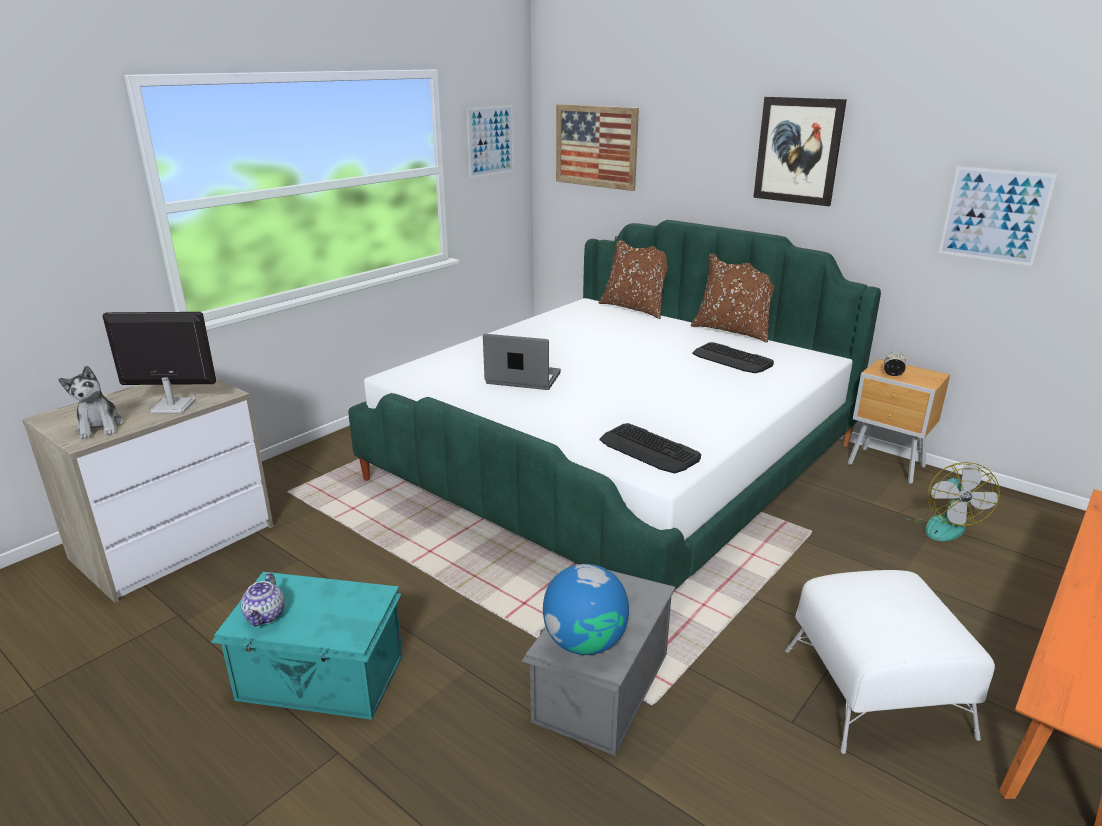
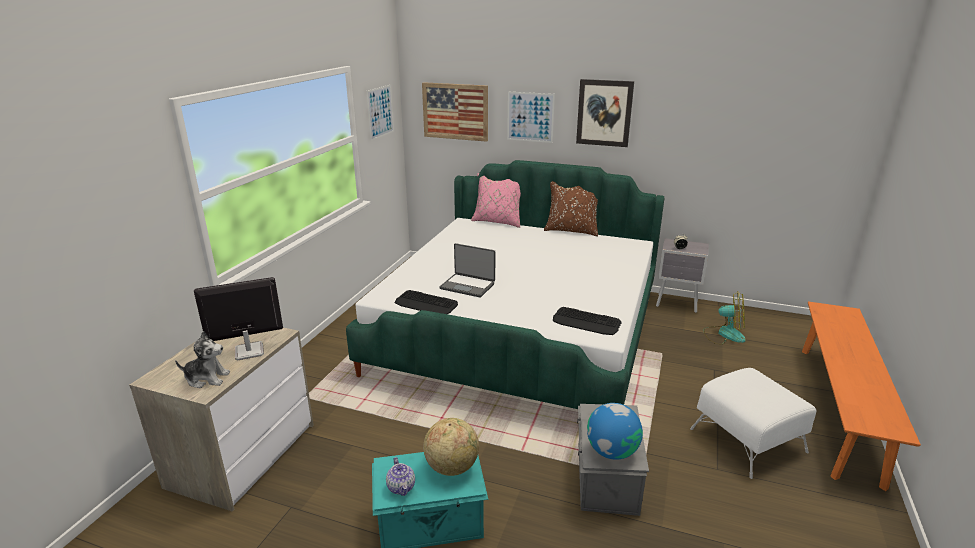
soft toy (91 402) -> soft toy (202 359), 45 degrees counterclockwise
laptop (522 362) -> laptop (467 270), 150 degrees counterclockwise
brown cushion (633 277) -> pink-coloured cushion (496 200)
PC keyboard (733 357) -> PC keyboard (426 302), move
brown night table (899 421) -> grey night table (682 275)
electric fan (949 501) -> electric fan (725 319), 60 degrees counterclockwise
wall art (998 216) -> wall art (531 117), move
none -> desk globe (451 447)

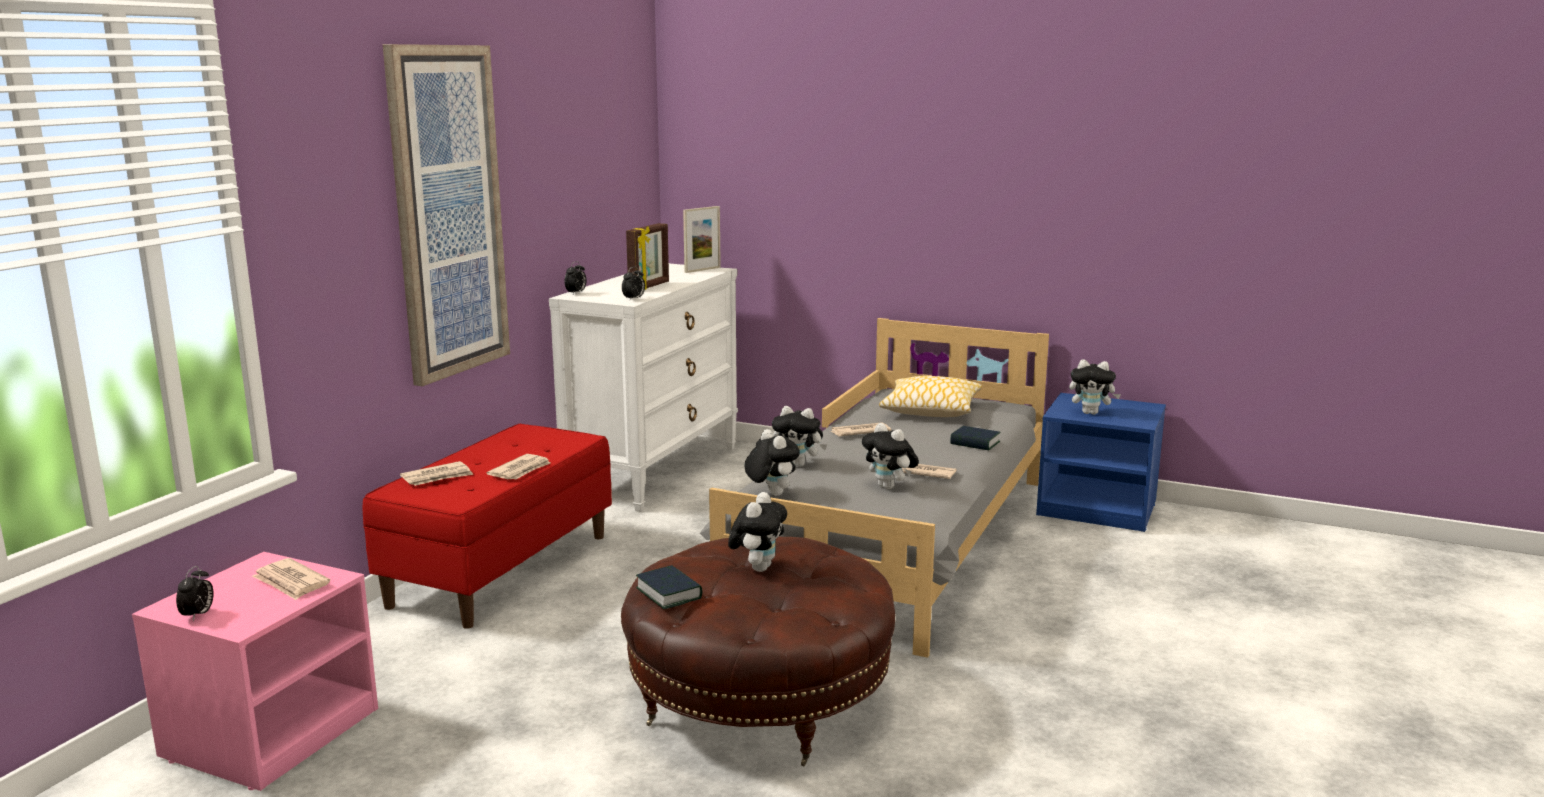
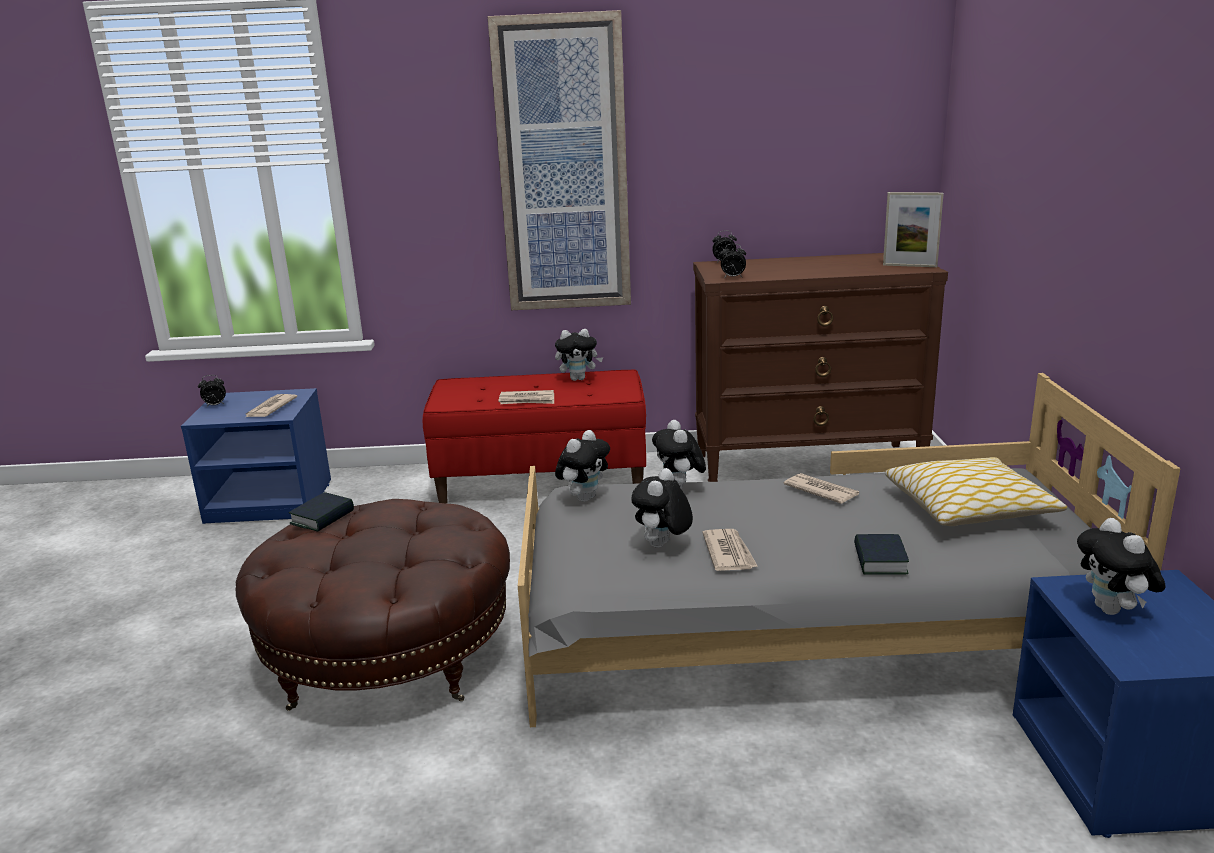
pink-coloured night table (255 671) -> blue-coloured night table (256 456)
daily paper (437 473) -> none
white dresser (643 387) -> brown dresser (820 367)
photo frame (647 256) -> none
soft toy (757 532) -> soft toy (579 355), move

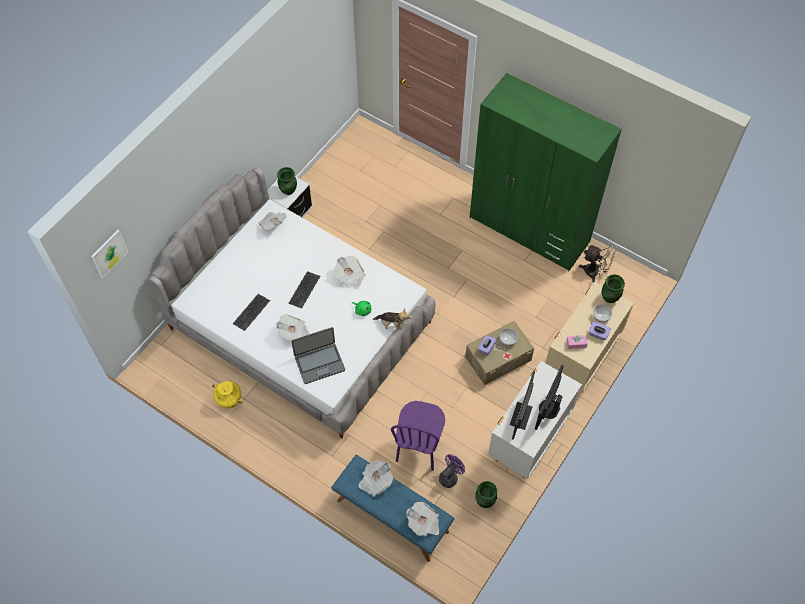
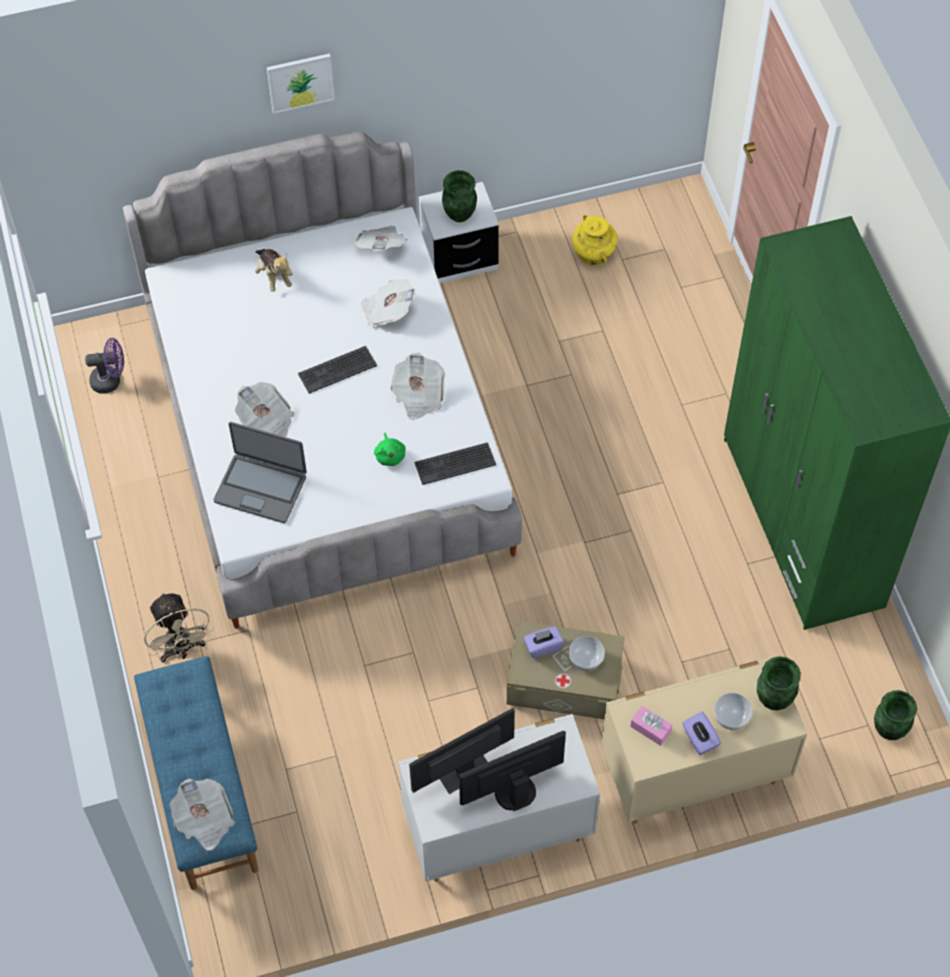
wall art (110 254) -> wall art (301 83), move
yellow-coloured vase (227 395) -> yellow-coloured vase (595 240), move
PC keyboard (251 312) -> PC keyboard (455 463), move
daily paper (375 478) -> daily paper (388 302), move
soft toy (392 320) -> soft toy (273 270), move
purple upright chair (418 436) -> none
purple electric fan (452 471) -> purple electric fan (104 365), move
green-coloured vase (486 494) -> green-coloured vase (895 715), move
sand-coloured electric fan (598 262) -> sand-coloured electric fan (179 627), move

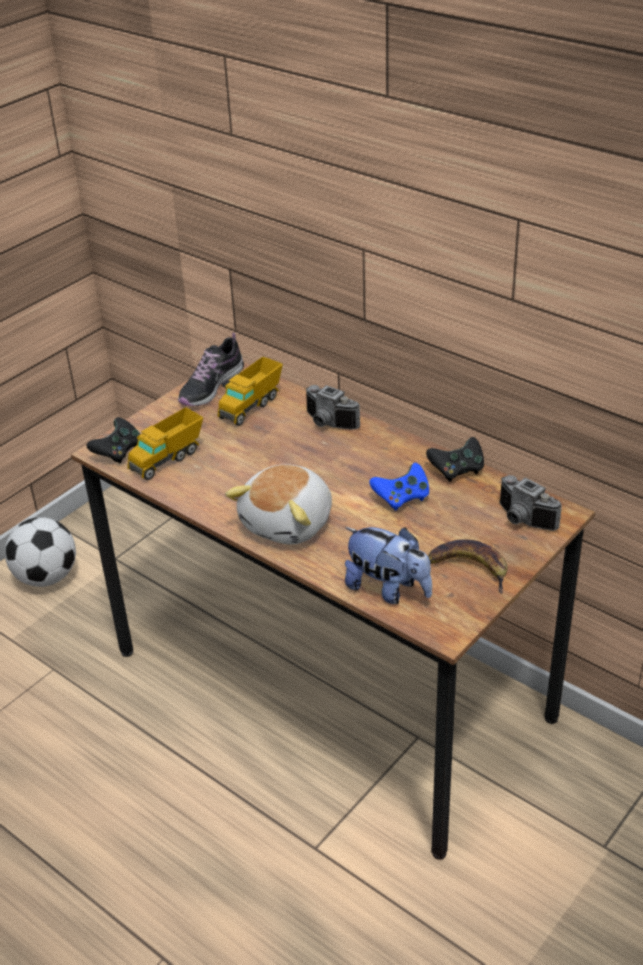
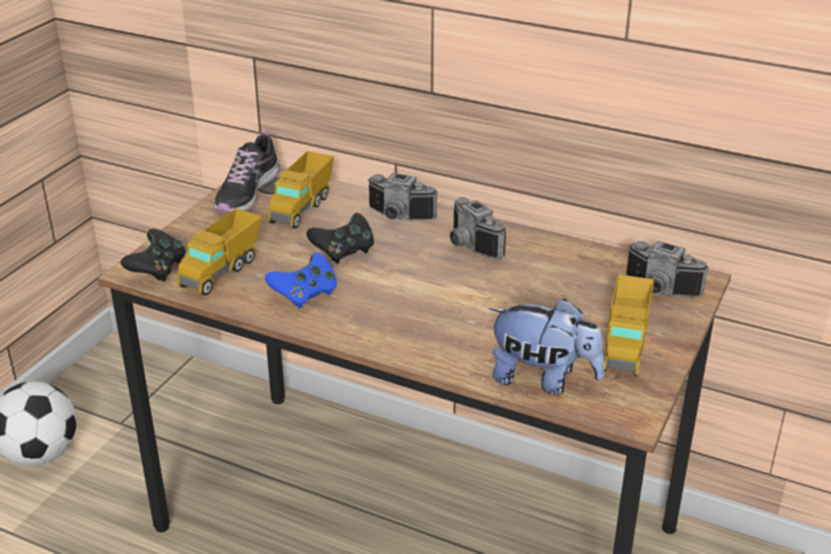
soft toy (278 504) -> none
blue-coloured joypad (399 487) -> blue-coloured joypad (301 280), move
black joypad (455 459) -> black joypad (340 238), move
banana (468 566) -> toy truck (629 325)
none -> photo camera (478 228)

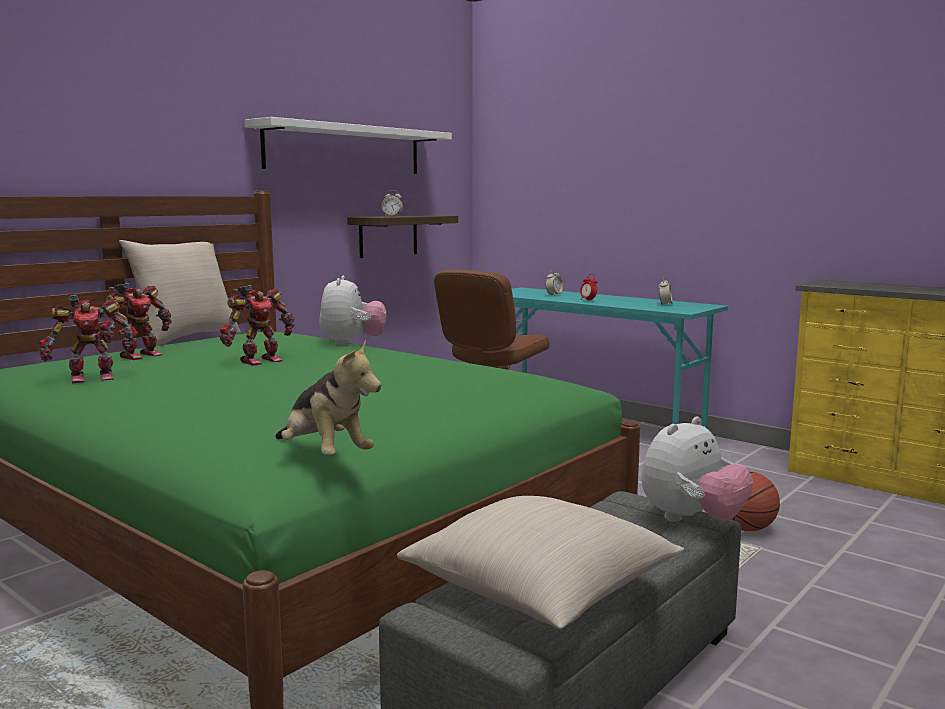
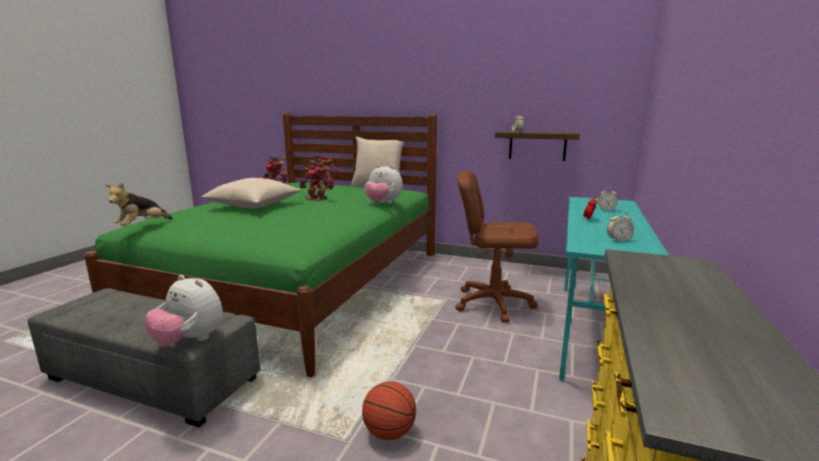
white shelf (348 145) -> none
soft toy (352 311) -> soft toy (383 184), 45 degrees clockwise
sand-coloured cushion (540 562) -> sand-coloured cushion (251 193), move

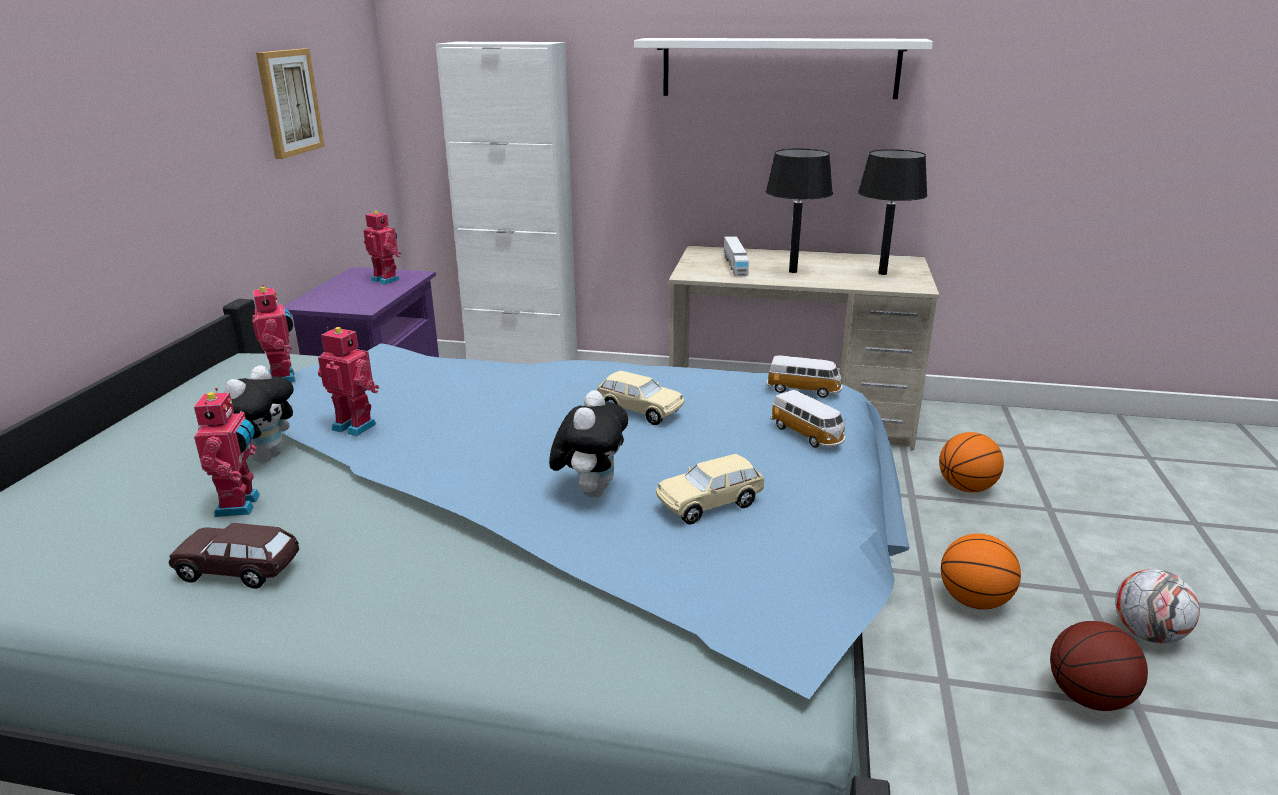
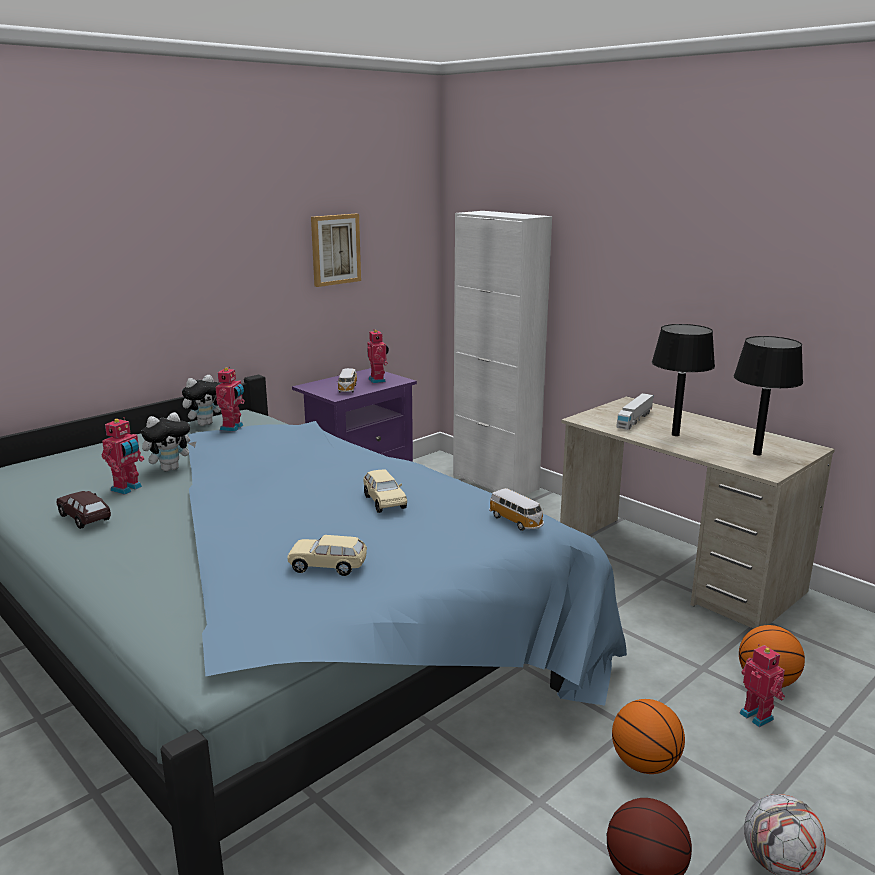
toy robot (348 381) -> toy robot (762 685), move
soft toy (588 444) -> soft toy (201 400), move
white shelf (783 68) -> none
model car (808 419) -> model car (347 380), move

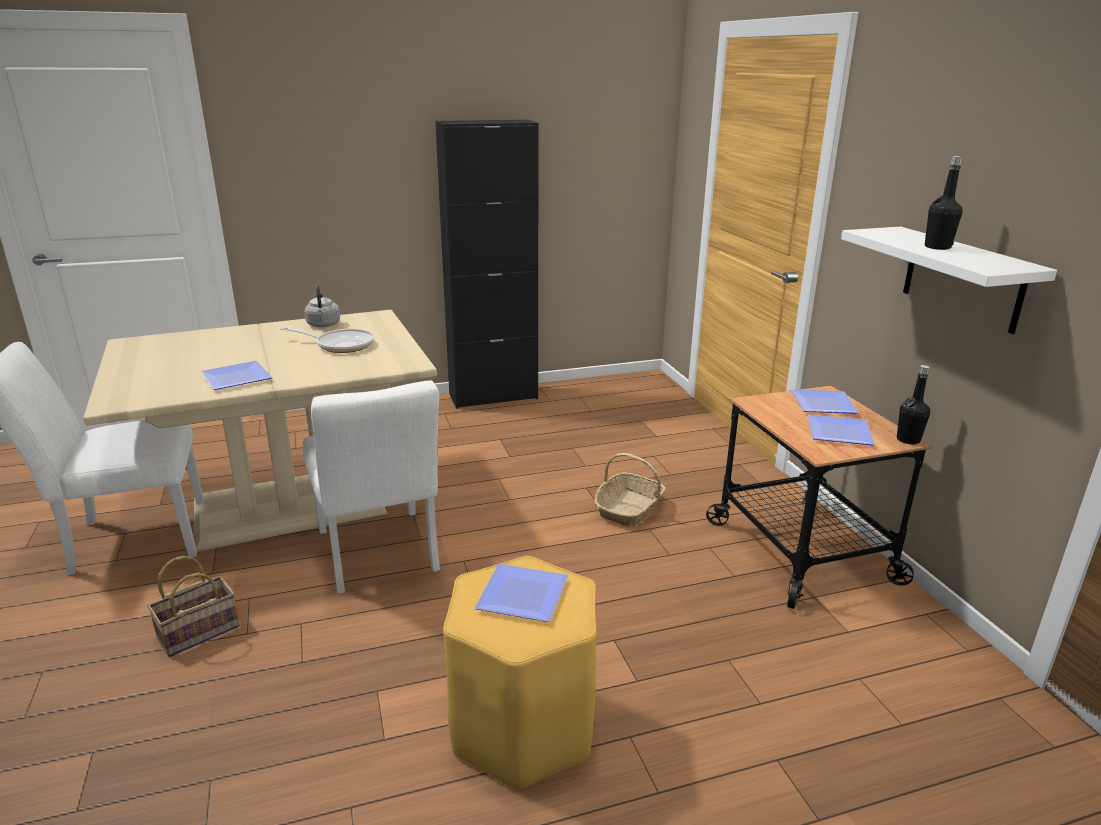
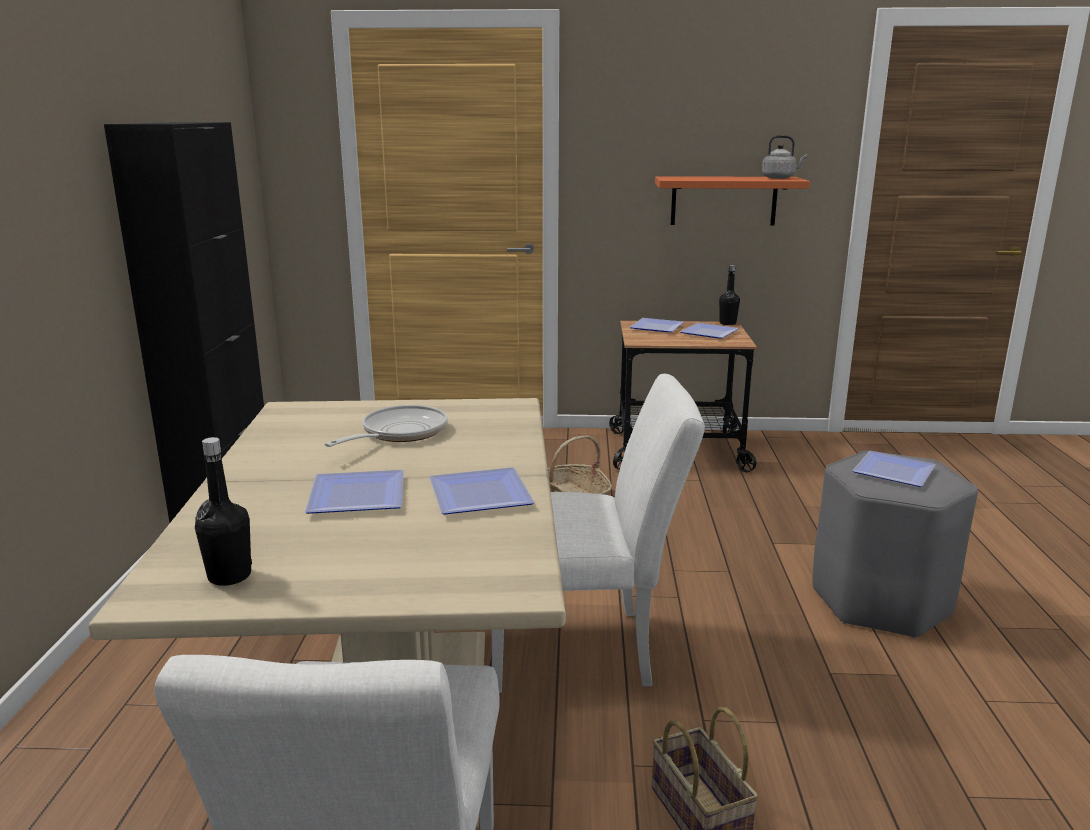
grey kettle (322 305) -> grey kettle (784 157), move
yellow-coloured stool (520 673) -> grey stool (895 544)
white shelf (949 280) -> orange shelf (732 201)
black drink bottle (944 203) -> black drink bottle (223 511), move
none -> plate (354 492)

